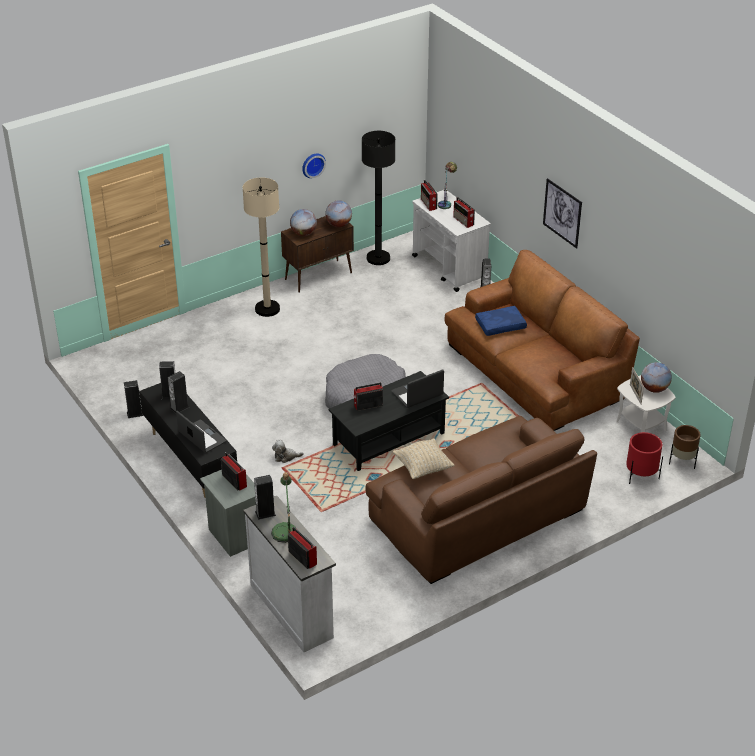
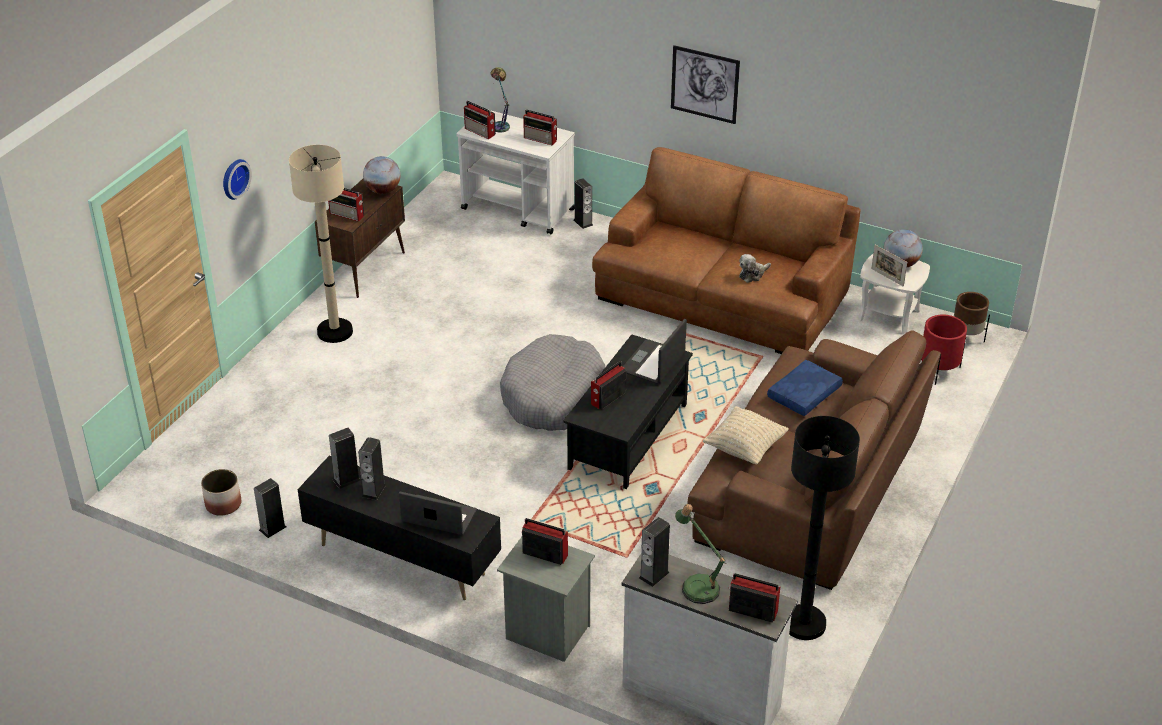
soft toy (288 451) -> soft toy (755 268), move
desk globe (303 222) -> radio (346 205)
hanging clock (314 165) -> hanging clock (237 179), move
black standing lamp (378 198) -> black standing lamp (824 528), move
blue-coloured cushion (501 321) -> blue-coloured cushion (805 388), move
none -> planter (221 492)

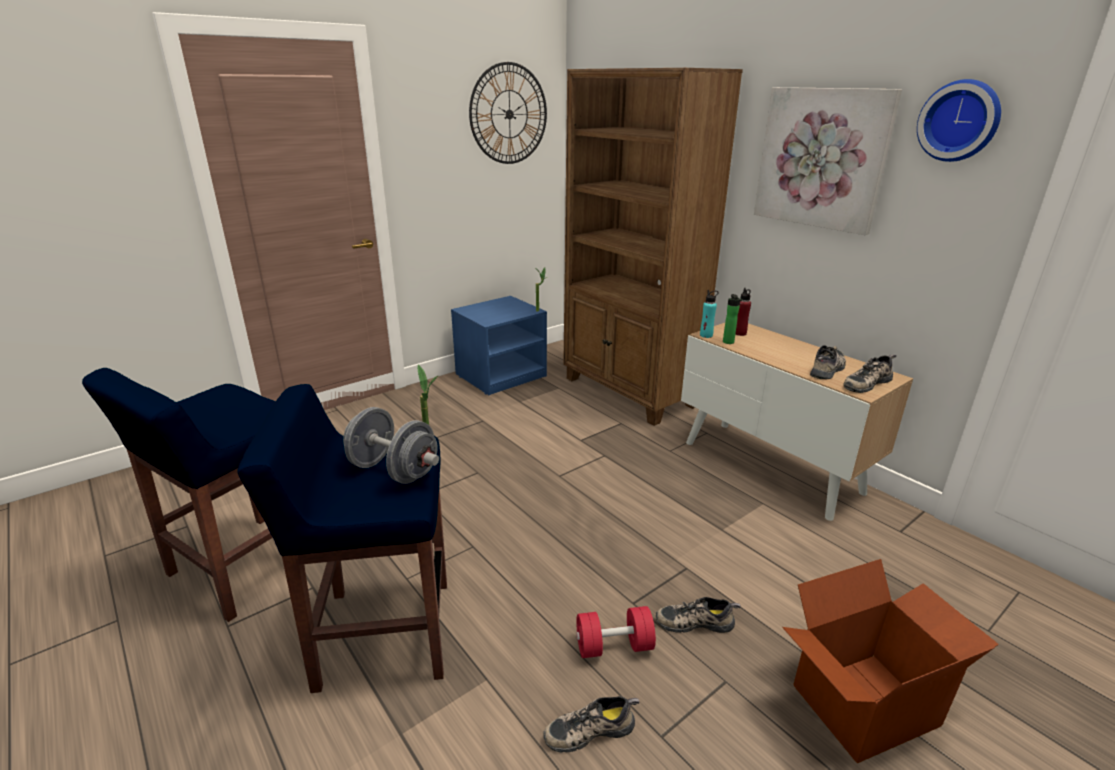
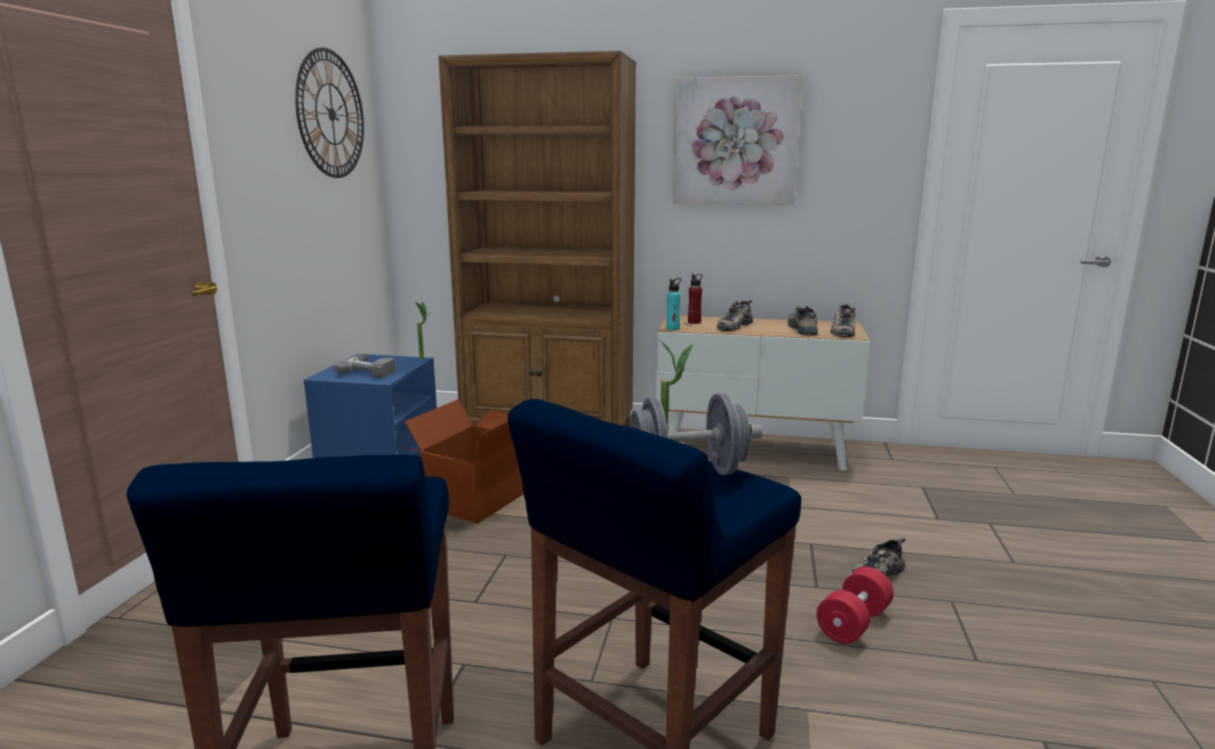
low shoe (591 724) -> low shoe (735 315), move
drink bottle (732 319) -> none
cardboard box (890 661) -> cardboard box (463 461), move
hanging clock (959 120) -> none
none -> drill (365 366)

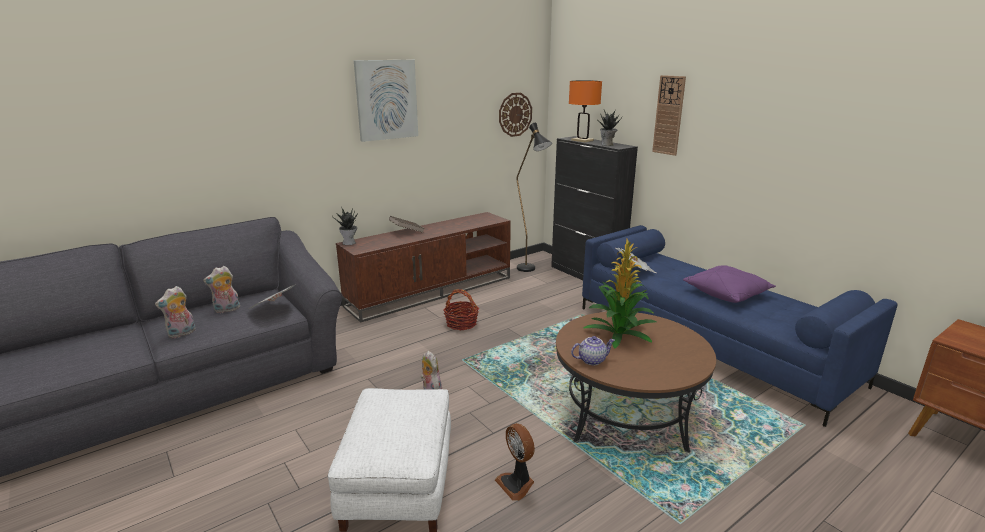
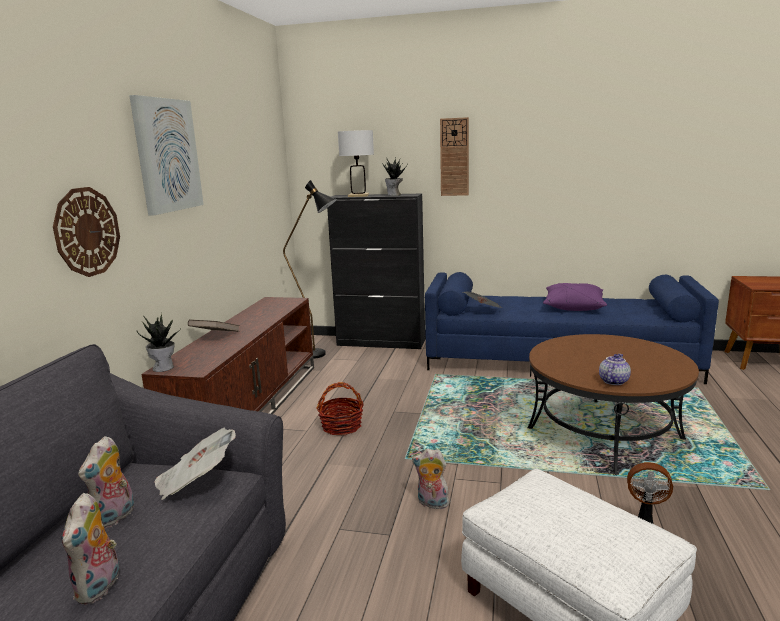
hanging clock (515 115) -> hanging clock (86 232), move
orange tabletop lamp (585 111) -> white tabletop lamp (356 163)
houseplant (620 294) -> none

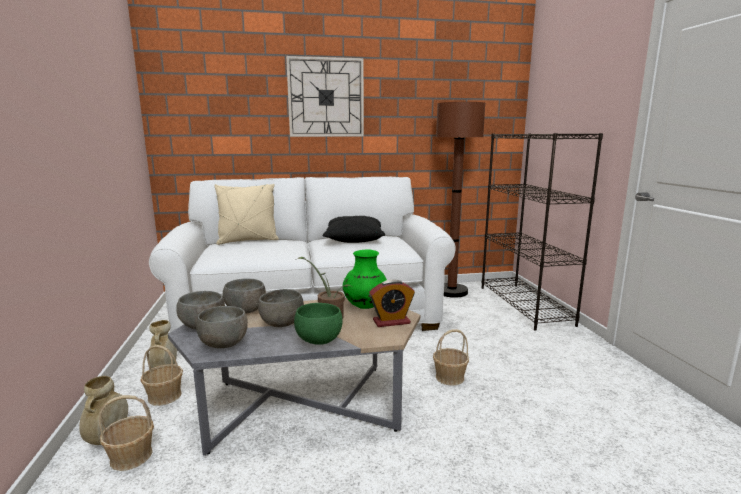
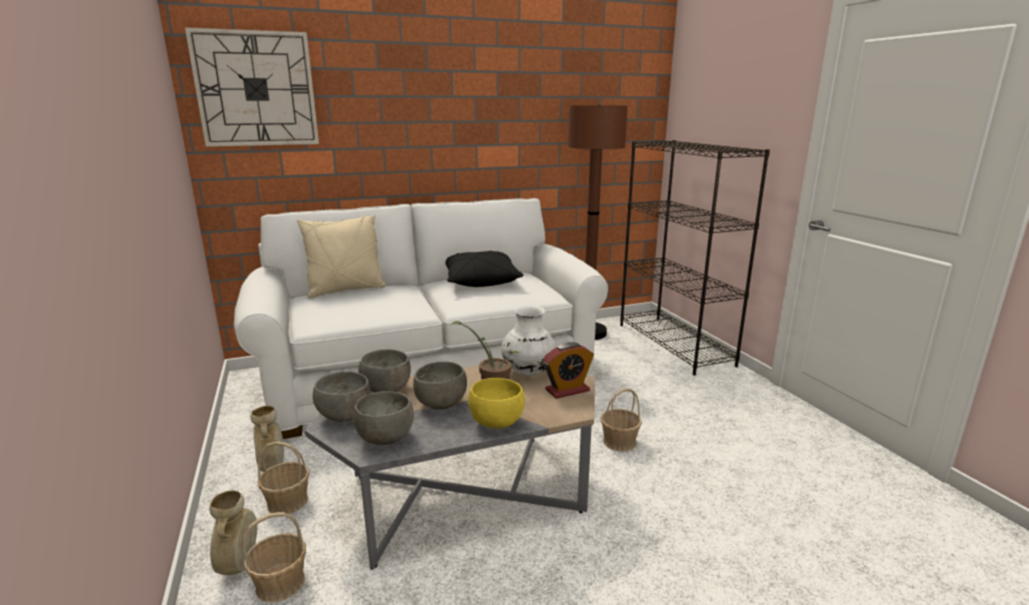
hanging clock (325 96) -> hanging clock (252 87), move
green-coloured deep dish (318 324) -> yellow-coloured deep dish (496 403)
green-coloured vase (365 279) -> white vase (528 340)

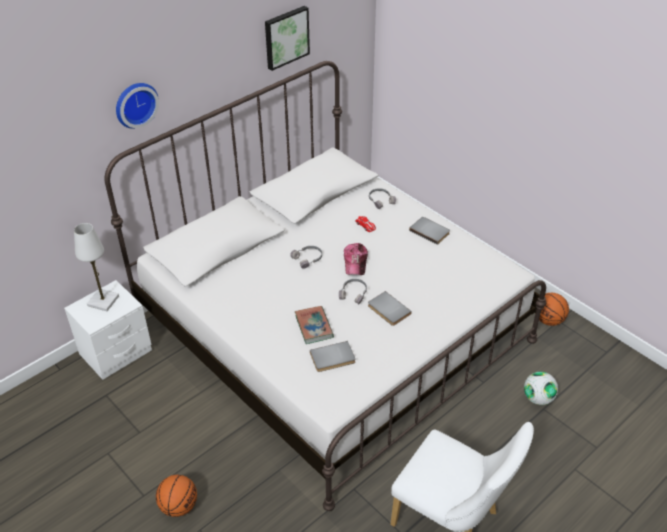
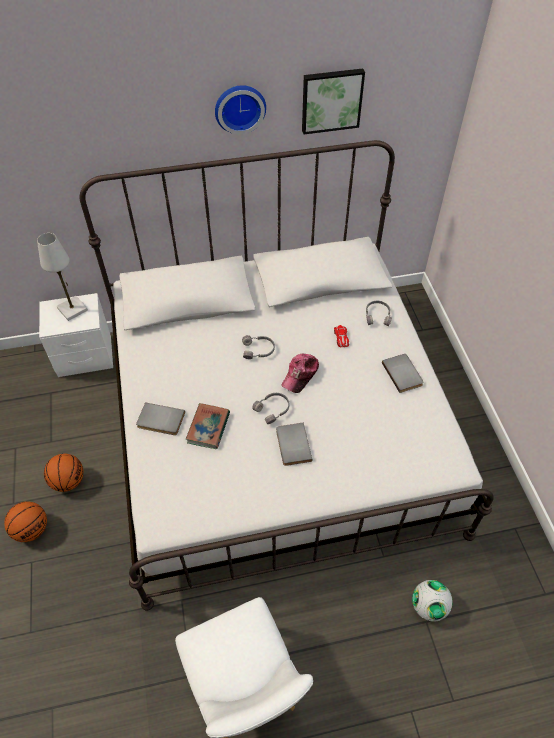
hanging clock (137 106) -> hanging clock (240 109), move
grey book (332 356) -> grey book (160 418), move
ball for basketball (552 309) -> ball for basketball (64 473), move

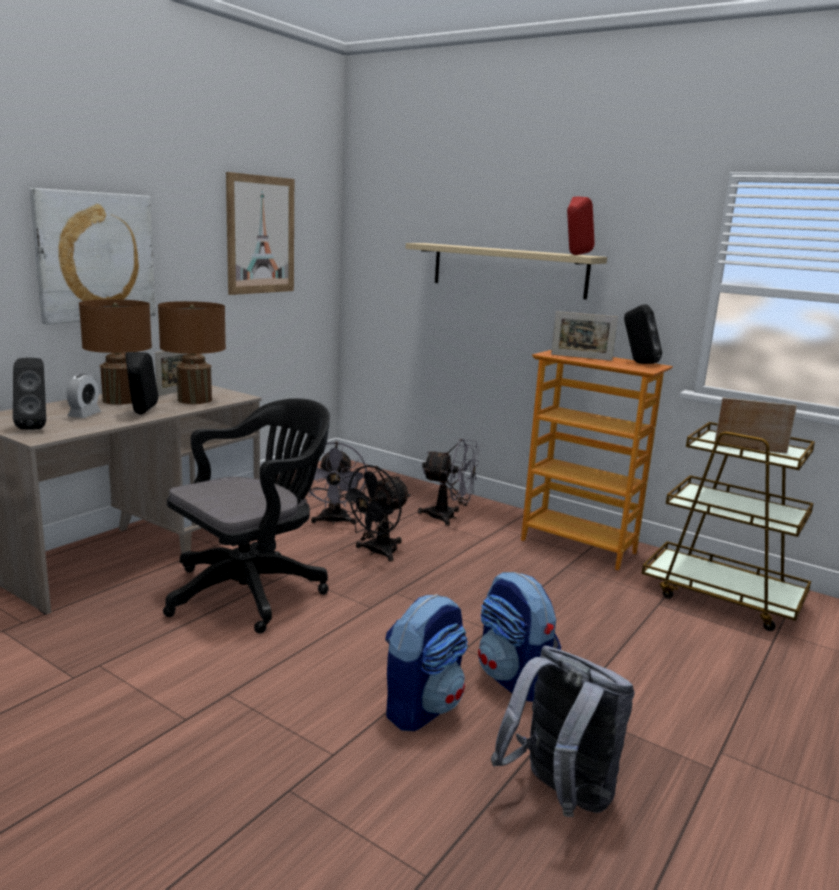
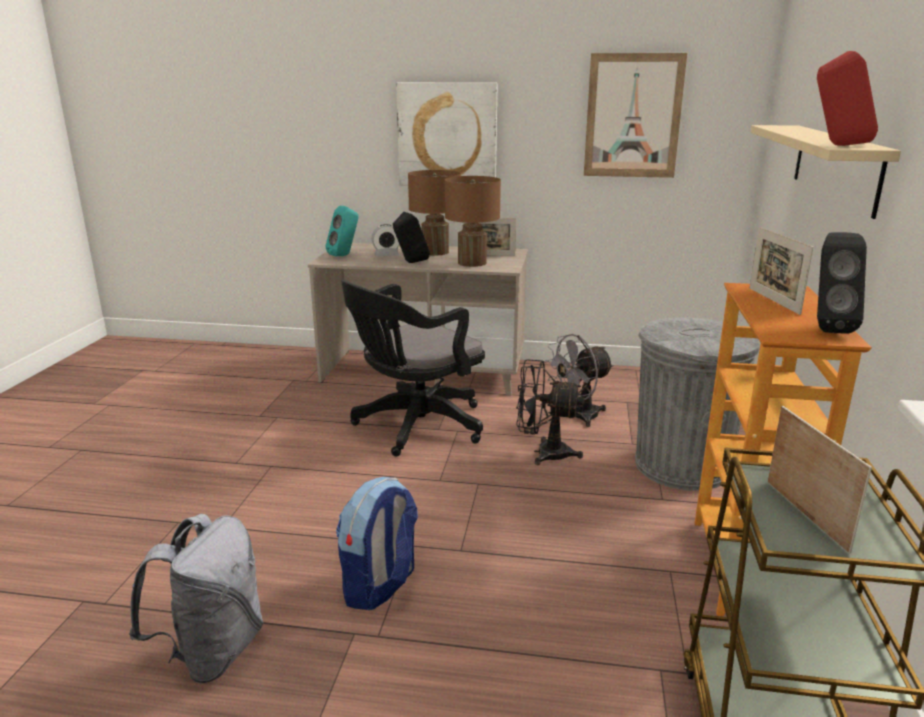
black audio speaker (29 394) -> turquoise-coloured audio speaker (342 231)
black office chair (246 516) -> black office chair (413 368), 120 degrees clockwise
knapsack (426 662) -> none
grey electric fan (448 482) -> grey waste bin (697 404)

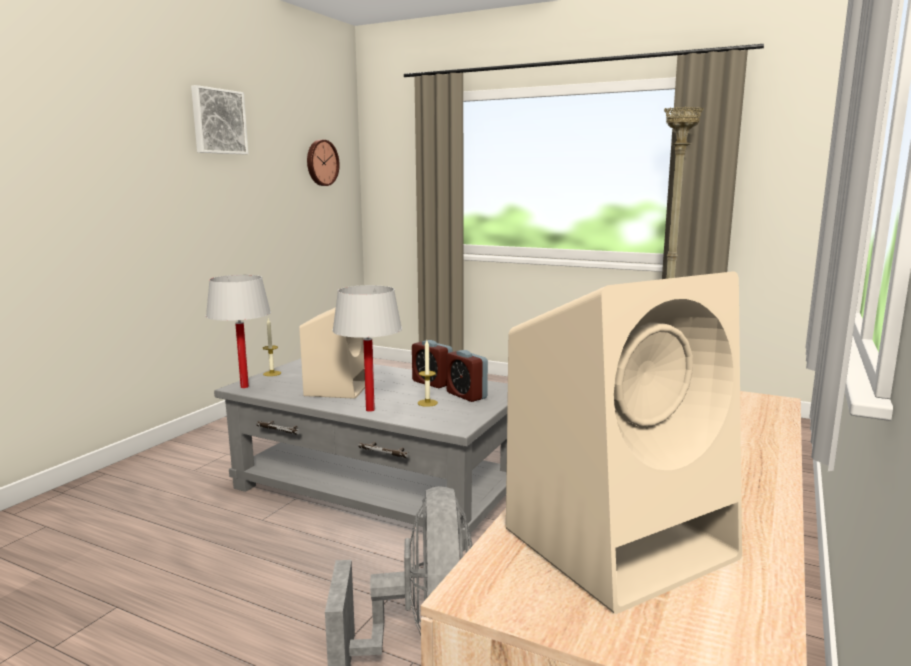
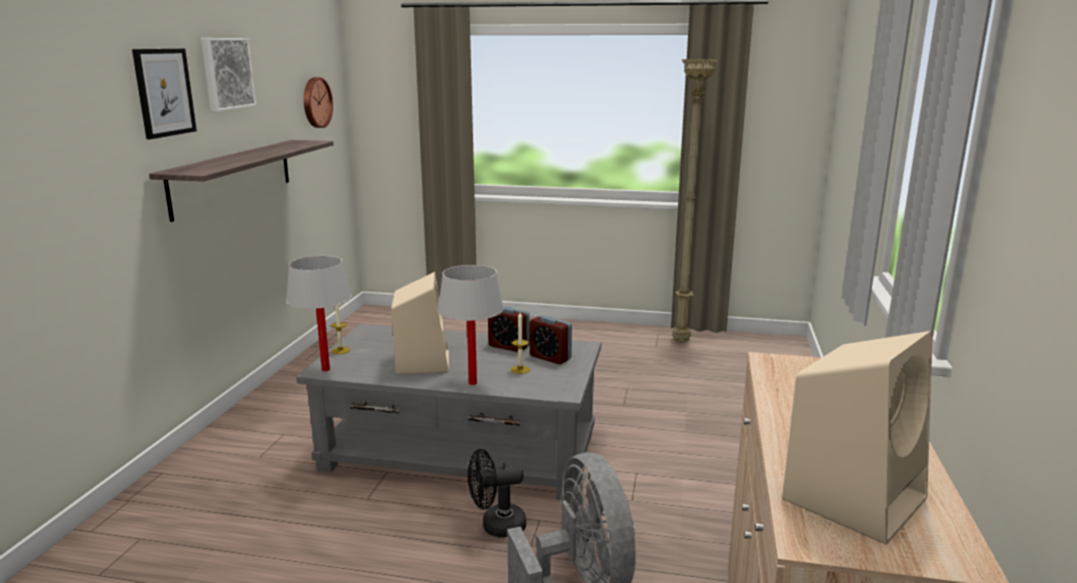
none -> wall art (164 94)
none -> shelf (241 181)
none -> black electric fan (497 493)

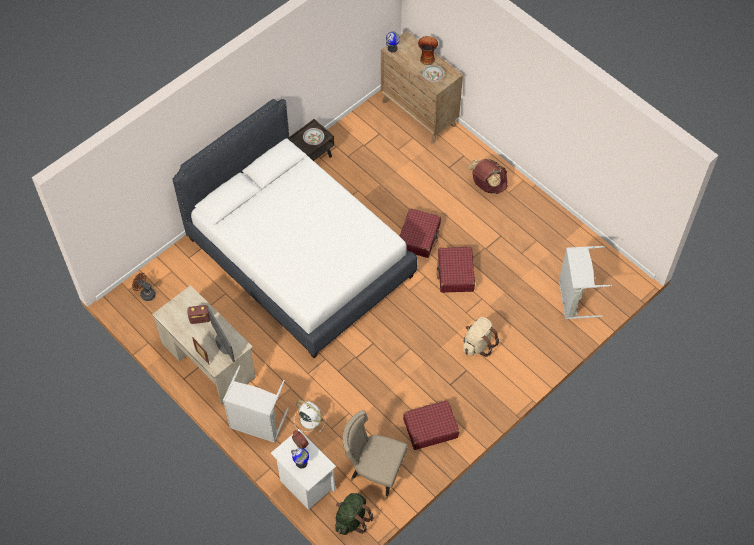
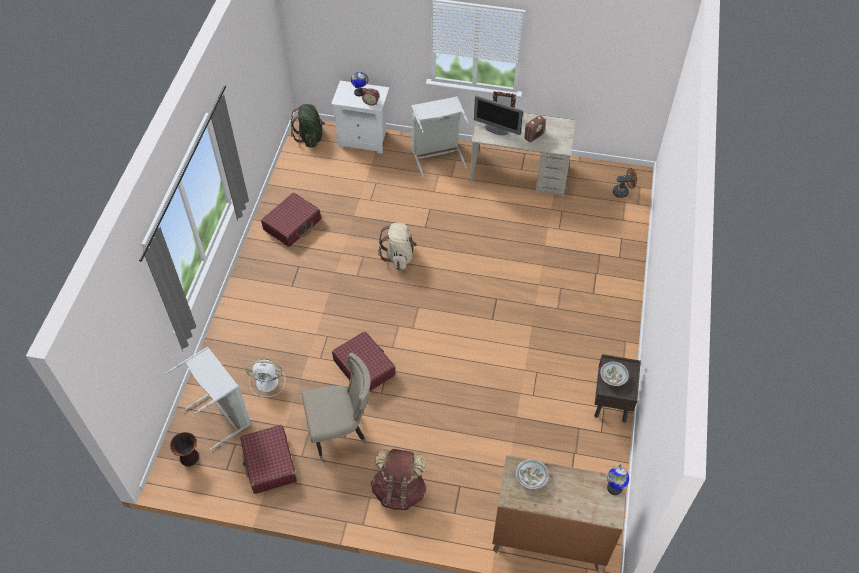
white bedroom bed (294 228) -> none
white electric fan (310 416) -> white electric fan (265 378), move
sand-coloured upright chair (375 454) -> sand-coloured upright chair (336 406), move
red piece of luggage (420 233) -> red piece of luggage (268 459), move
vase (428 50) -> vase (184 449), move
sand-coloured knapsack (481 337) -> sand-coloured knapsack (397 246), move

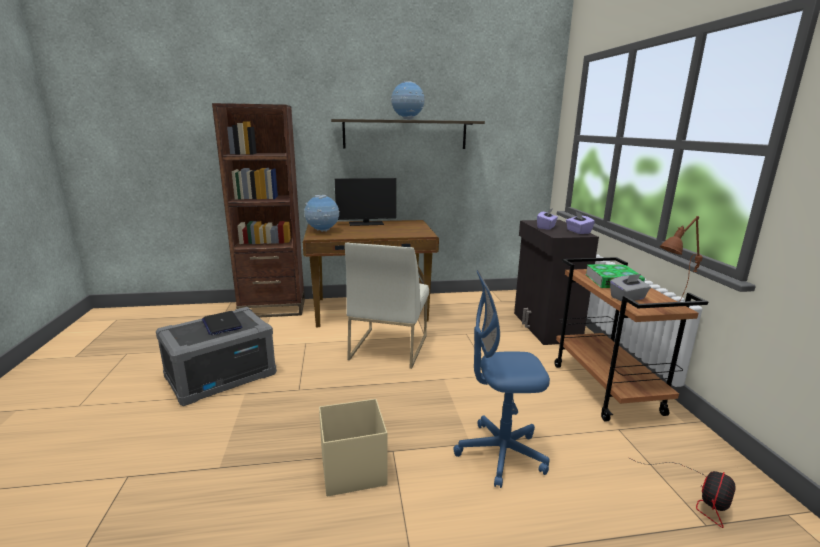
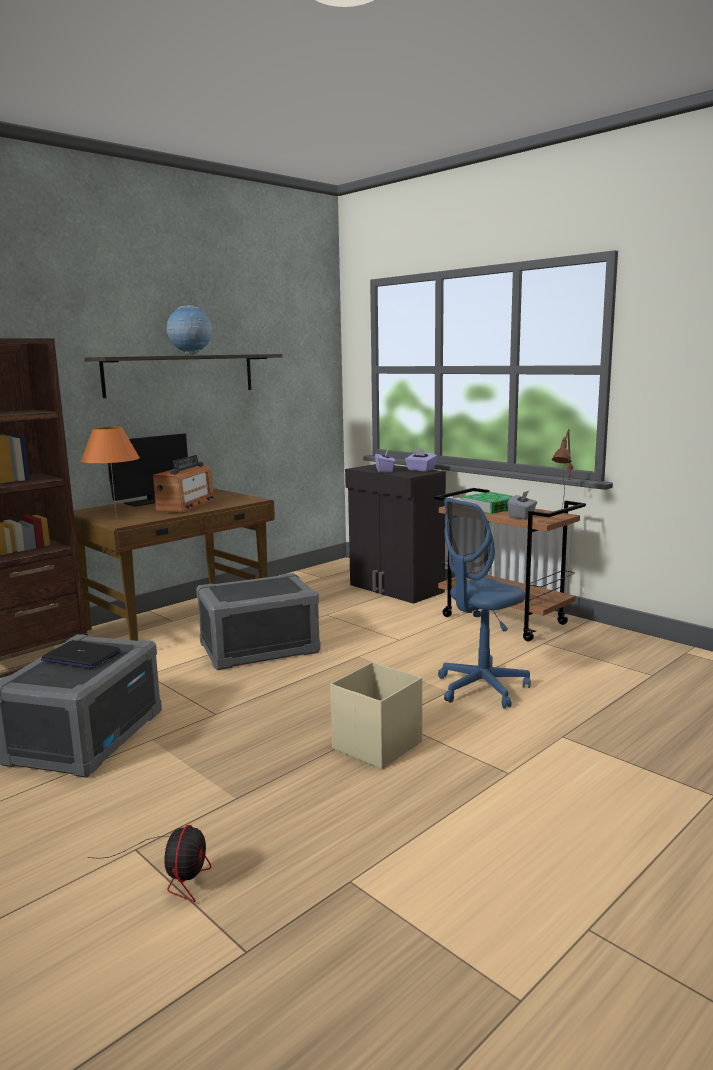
desk globe (321 213) -> orange tabletop lamp (110 472)
white upright chair (387 306) -> grey storage bin (258 621)
electric fan (682 493) -> electric fan (149 863), move
none -> radio (184 484)

